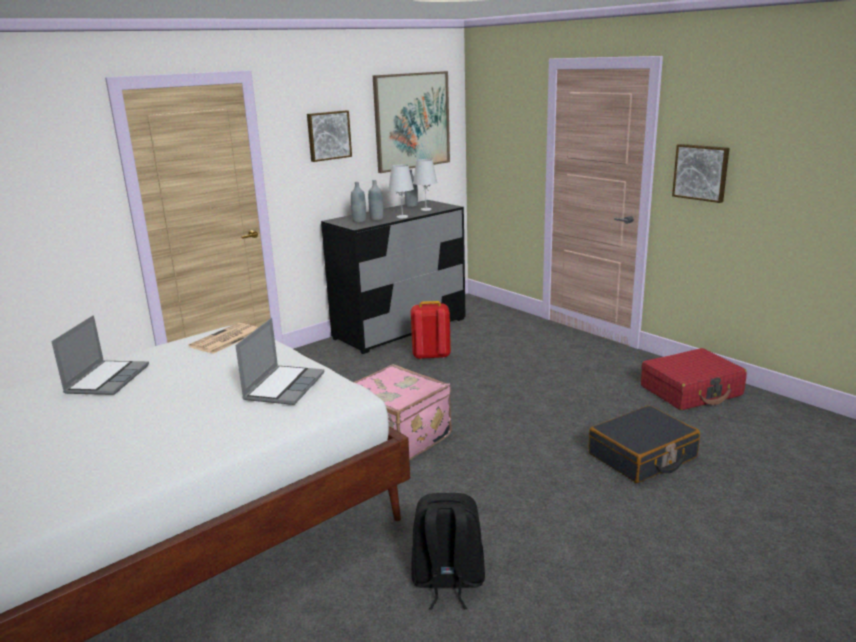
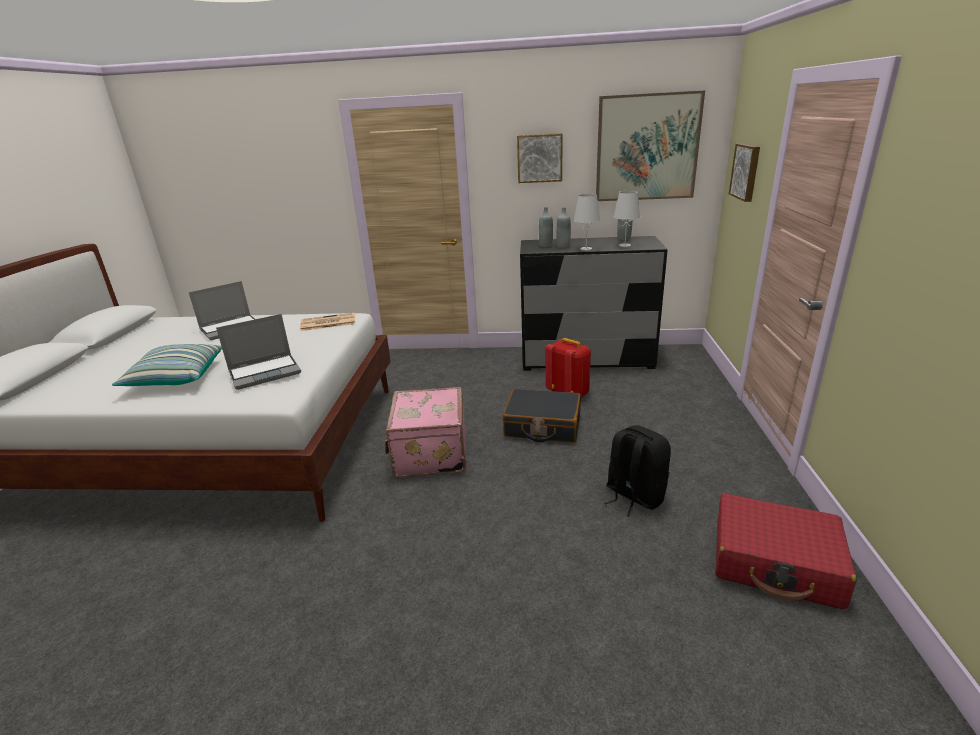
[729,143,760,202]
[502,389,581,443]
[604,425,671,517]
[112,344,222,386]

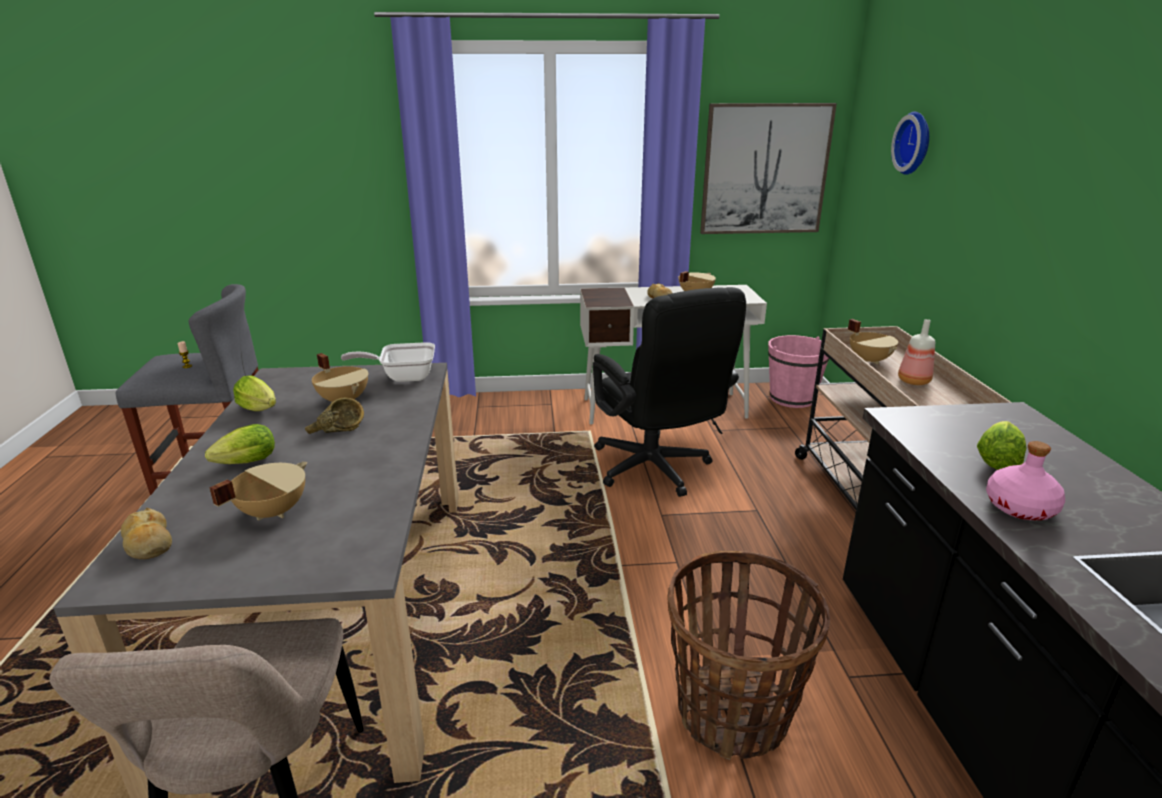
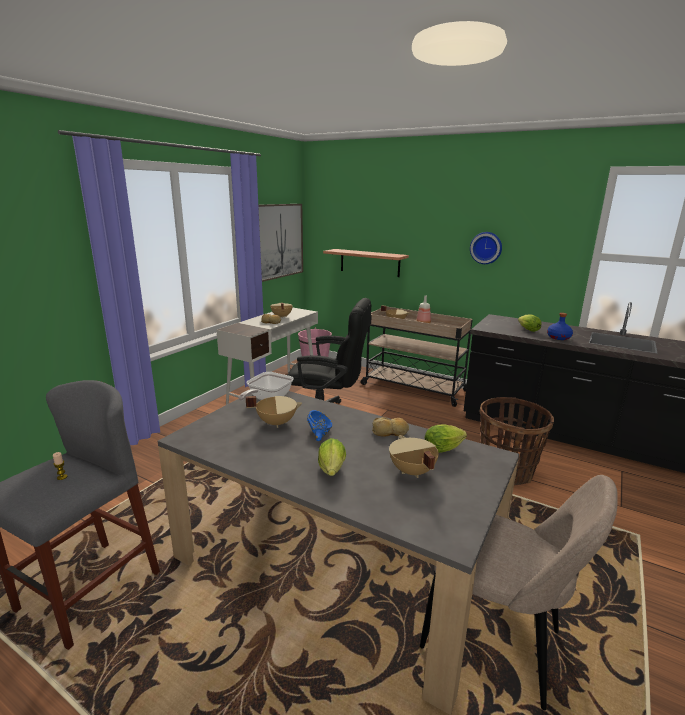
[470,232,502,264]
[425,424,467,453]
[307,410,332,441]
[547,313,573,340]
[372,417,409,437]
[323,249,409,277]

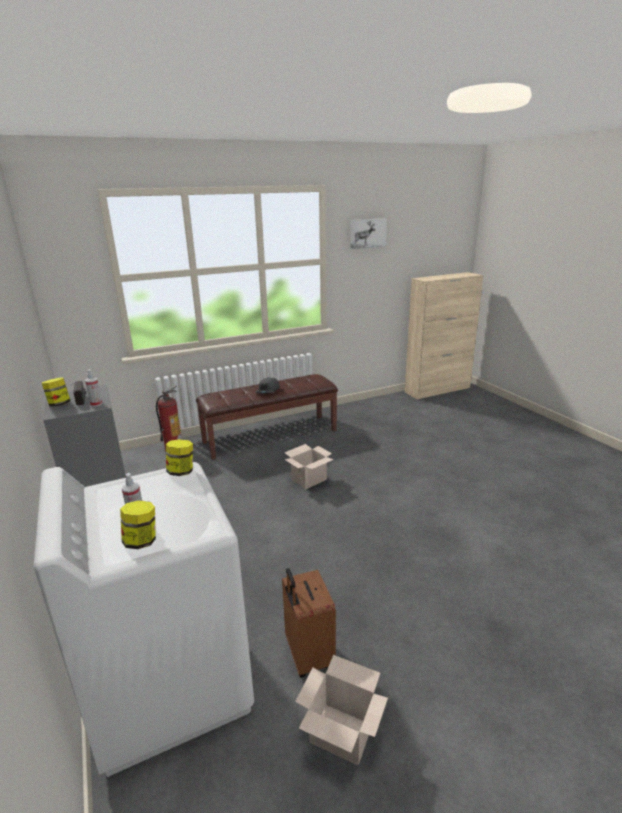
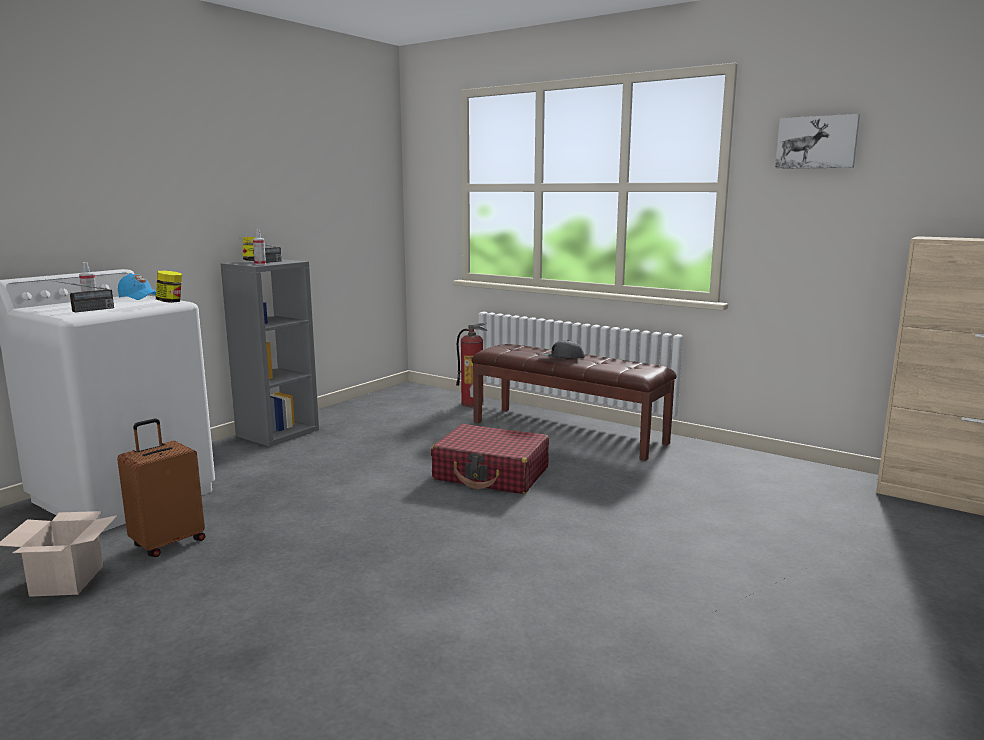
[431,424,549,494]
[120,500,156,549] (first image)
[118,273,156,300]
[48,280,114,312]

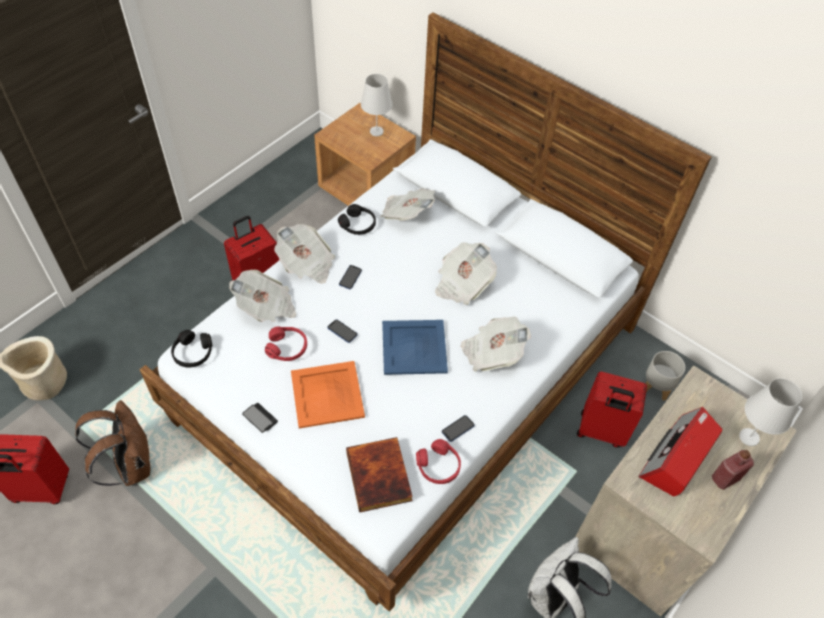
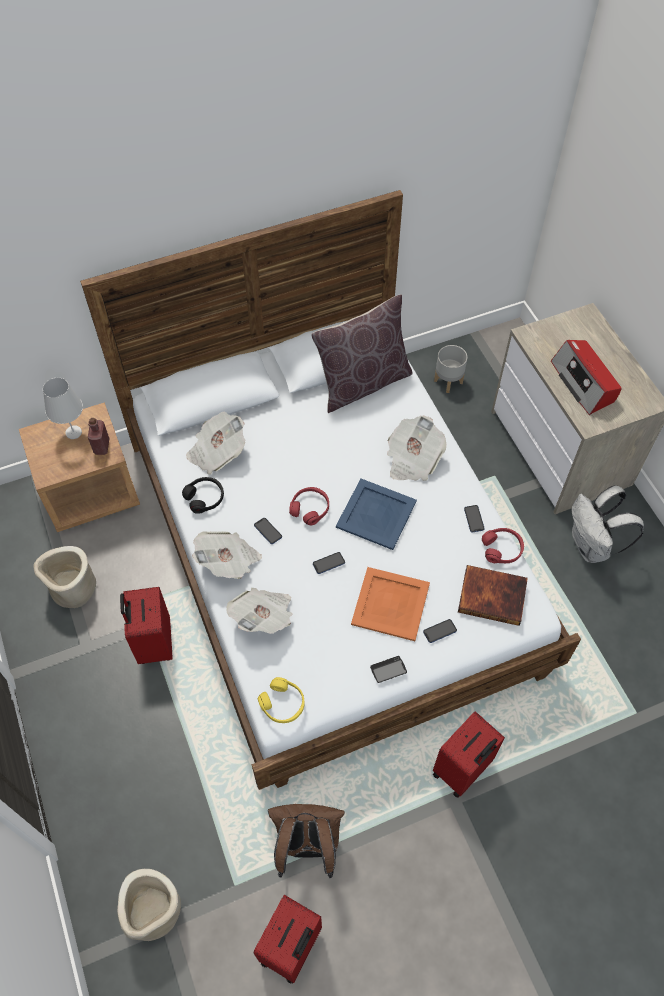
[435,242,497,305] (first image)
[289,487,329,525]
[258,677,305,723]
[433,711,505,798]
[739,378,802,446] (first image)
[88,418,110,455]
[311,294,413,413]
[33,546,96,608]
[423,619,457,643]

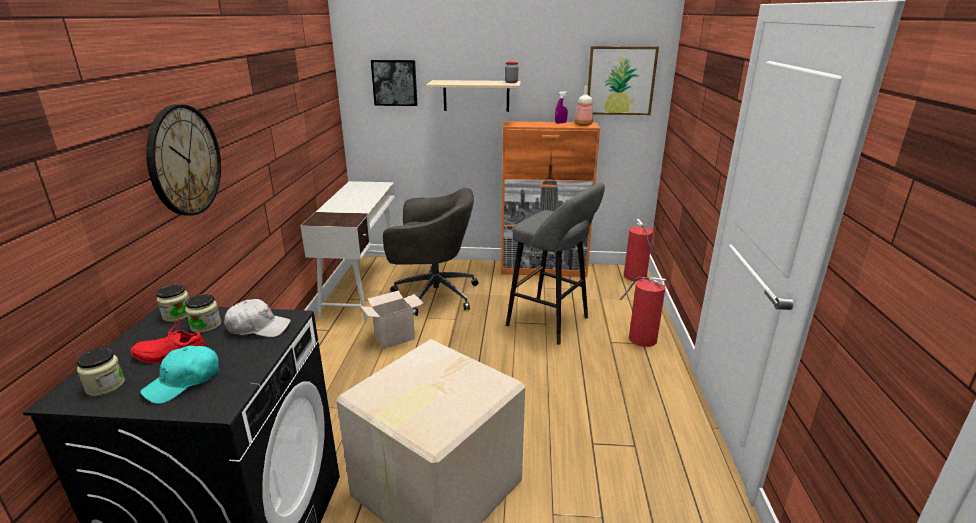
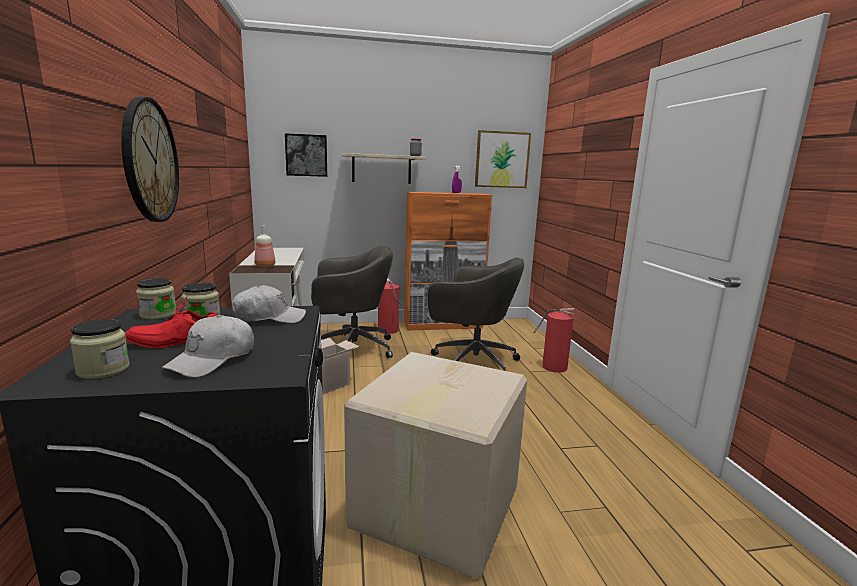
[254,225,275,267]
[428,257,524,371]
[378,278,403,334]
[162,315,254,378]

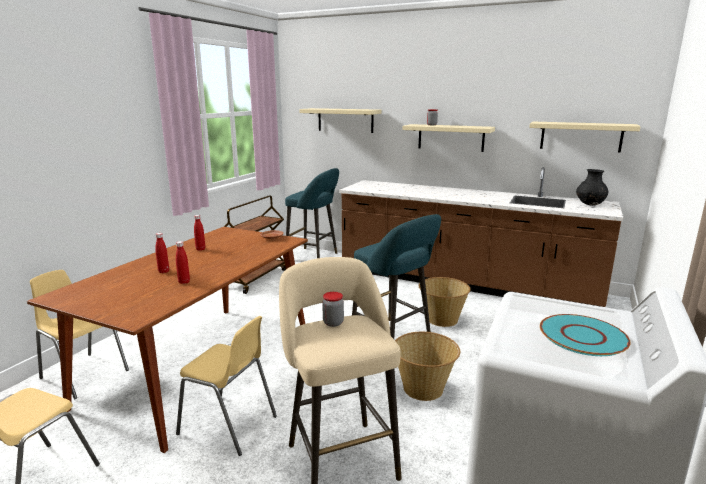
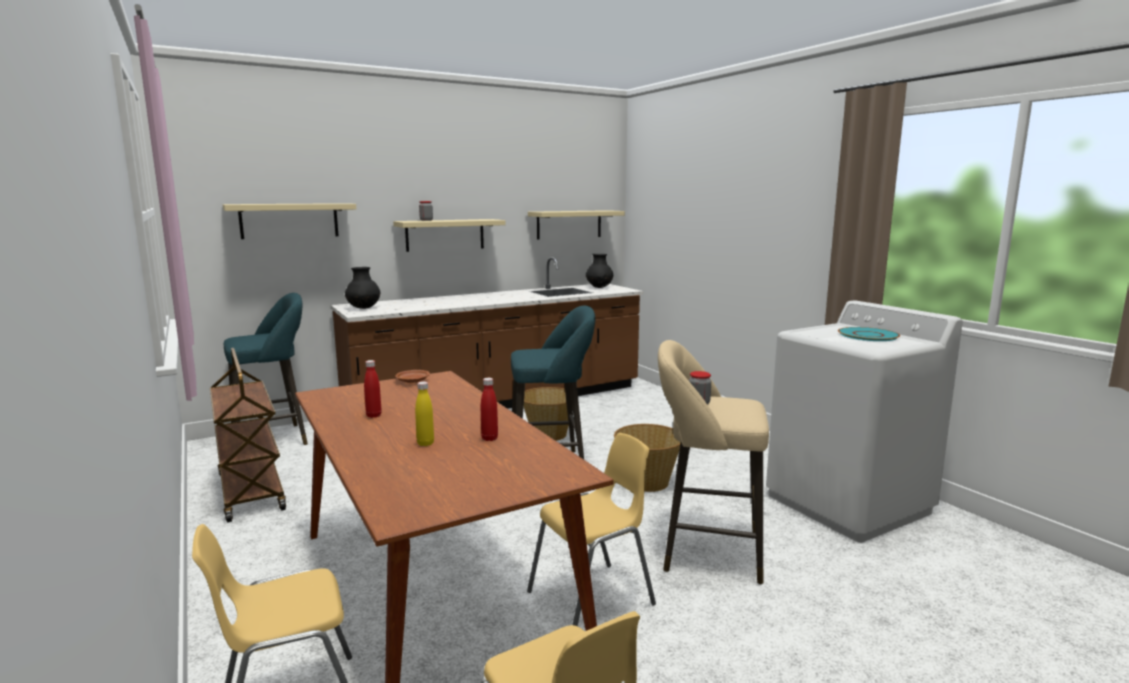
[415,381,434,446]
[345,267,380,309]

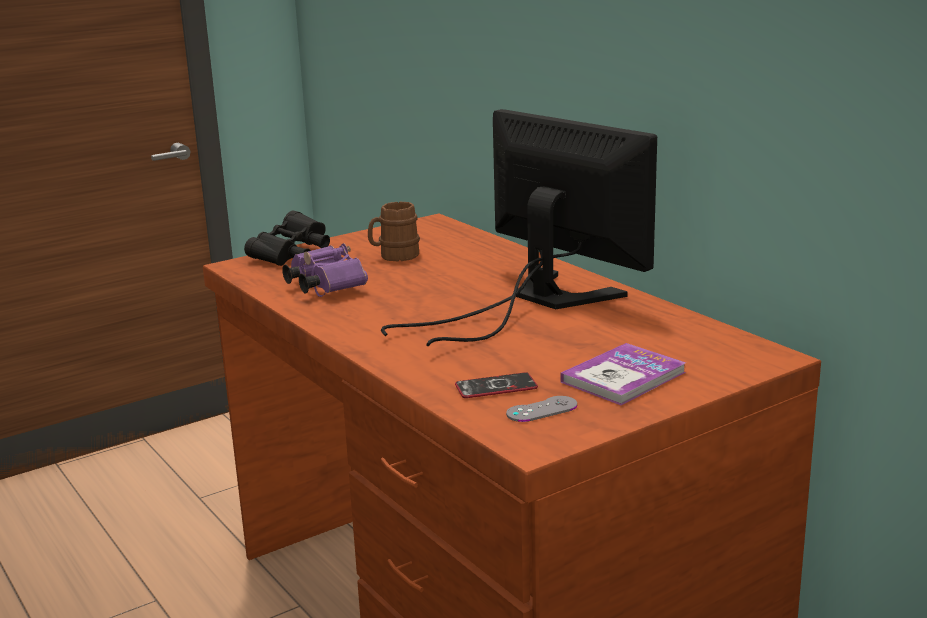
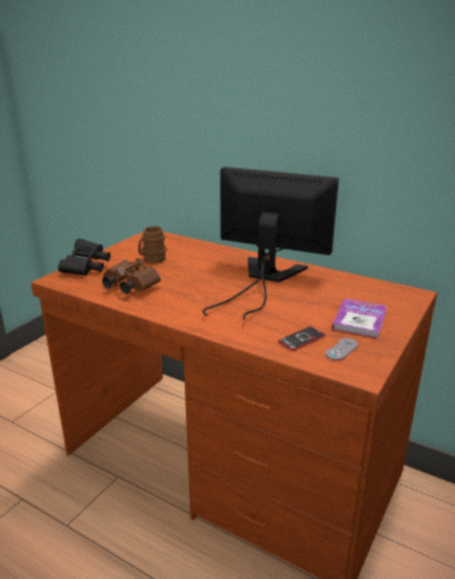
[102,258,161,294]

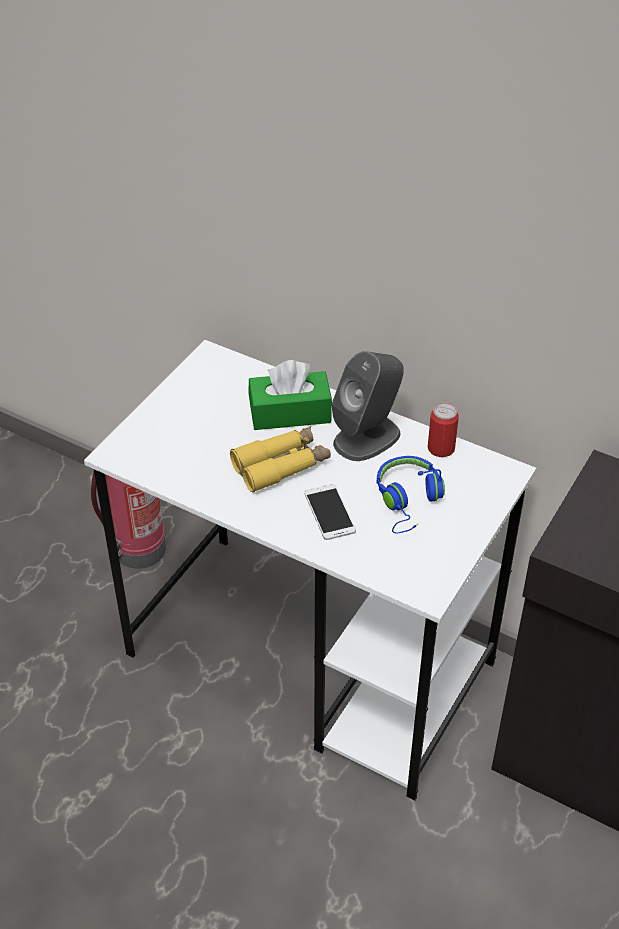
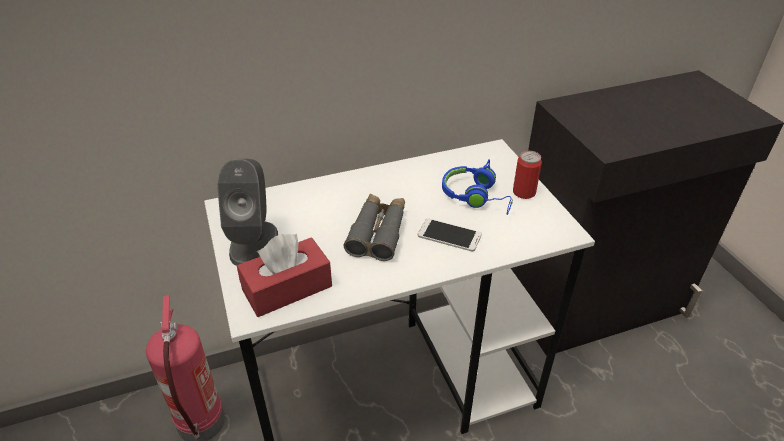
[217,159,278,266]
[249,360,332,430] (first image)
[513,151,542,199]
[344,194,405,261]
[237,234,332,317]

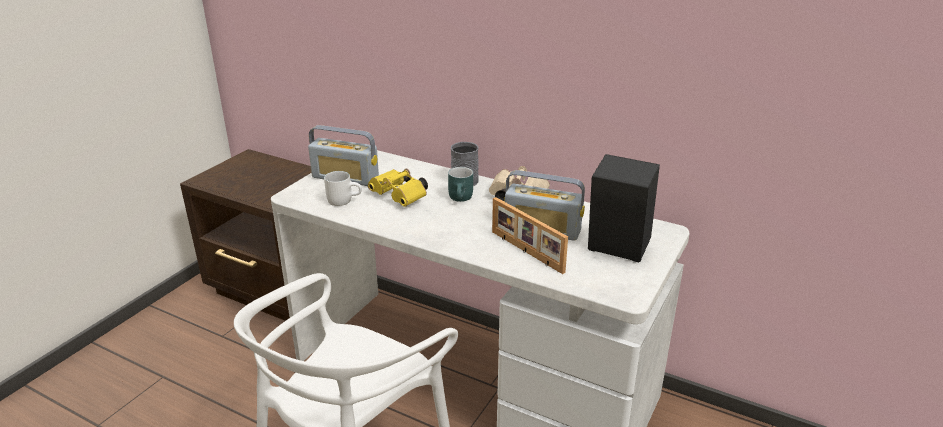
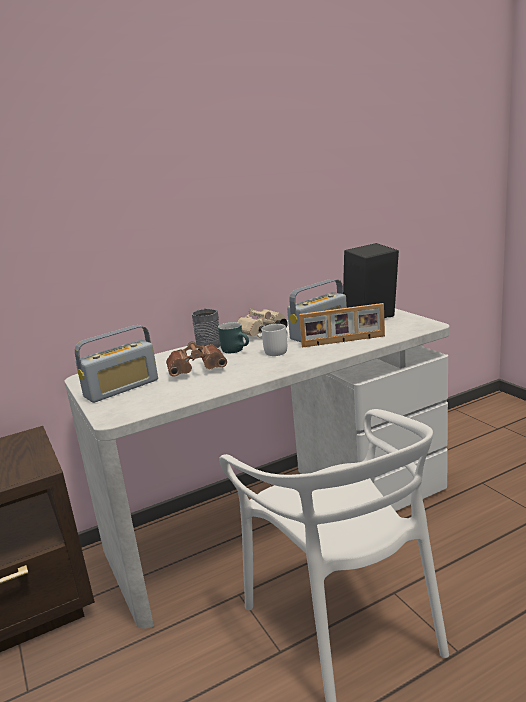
[166,341,227,377]
[261,324,288,356]

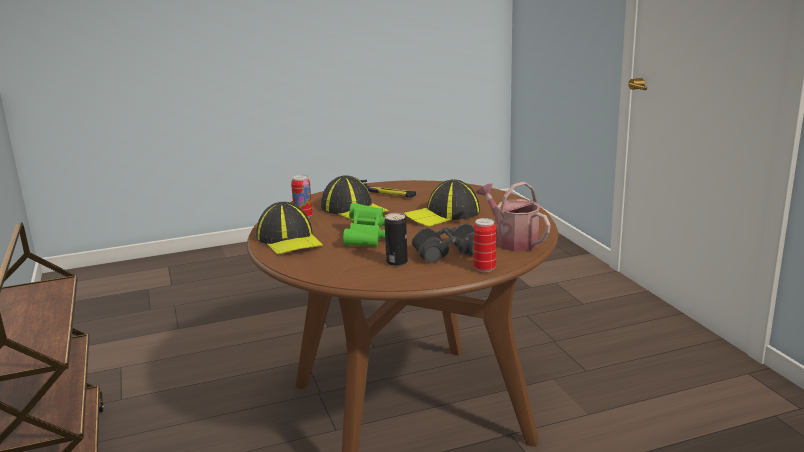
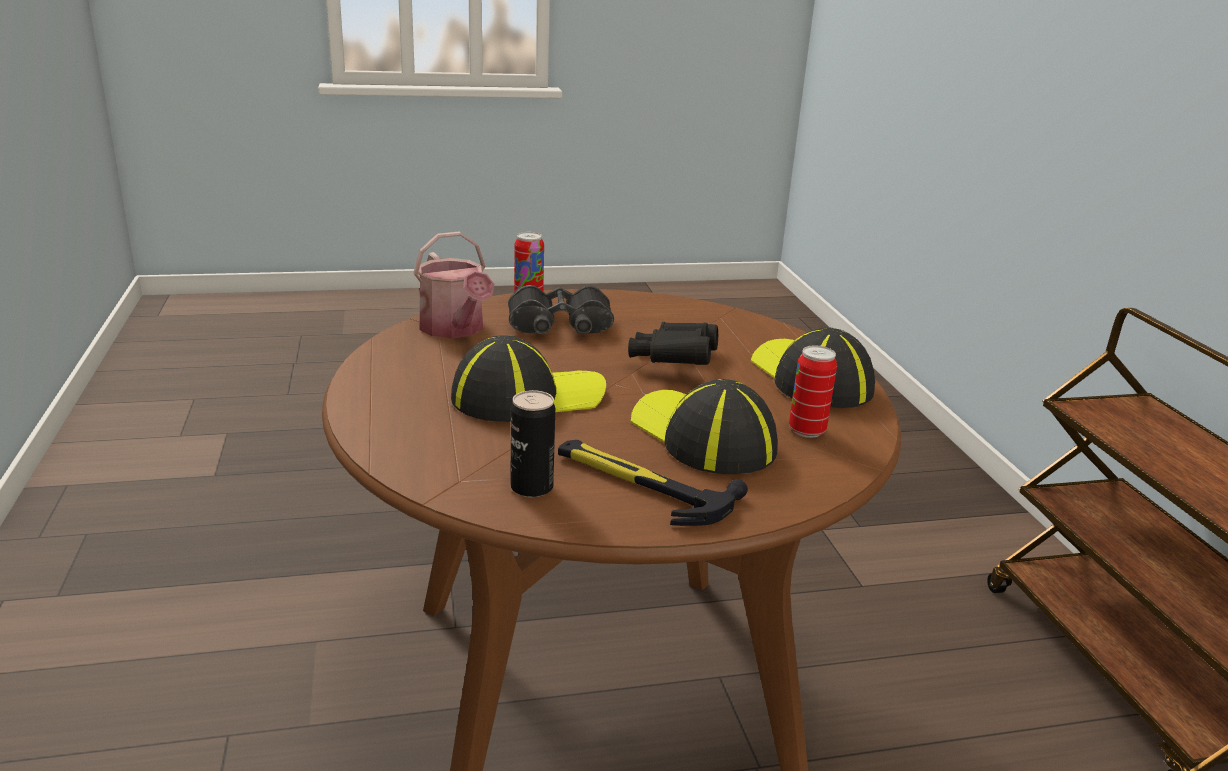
[628,322,718,365]
[511,390,555,498]

